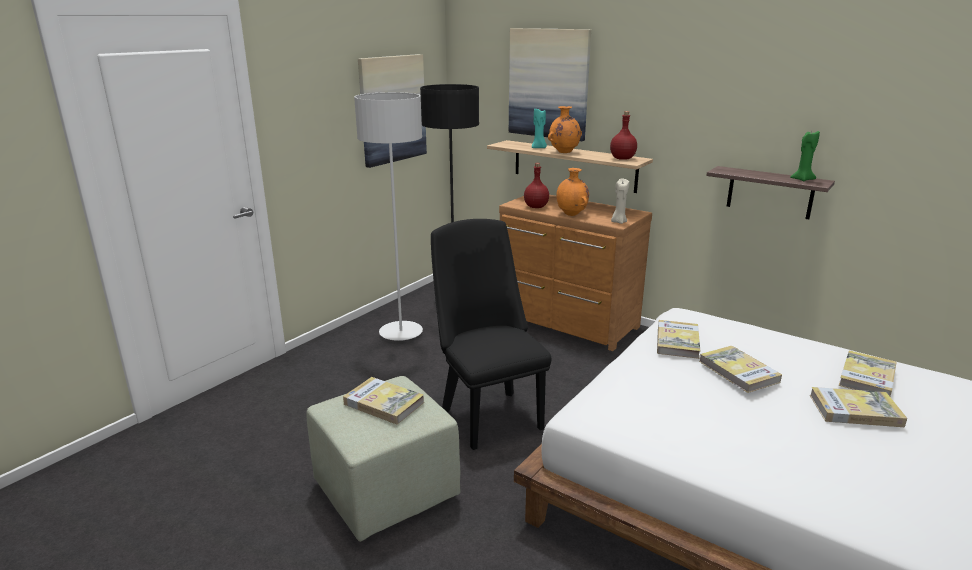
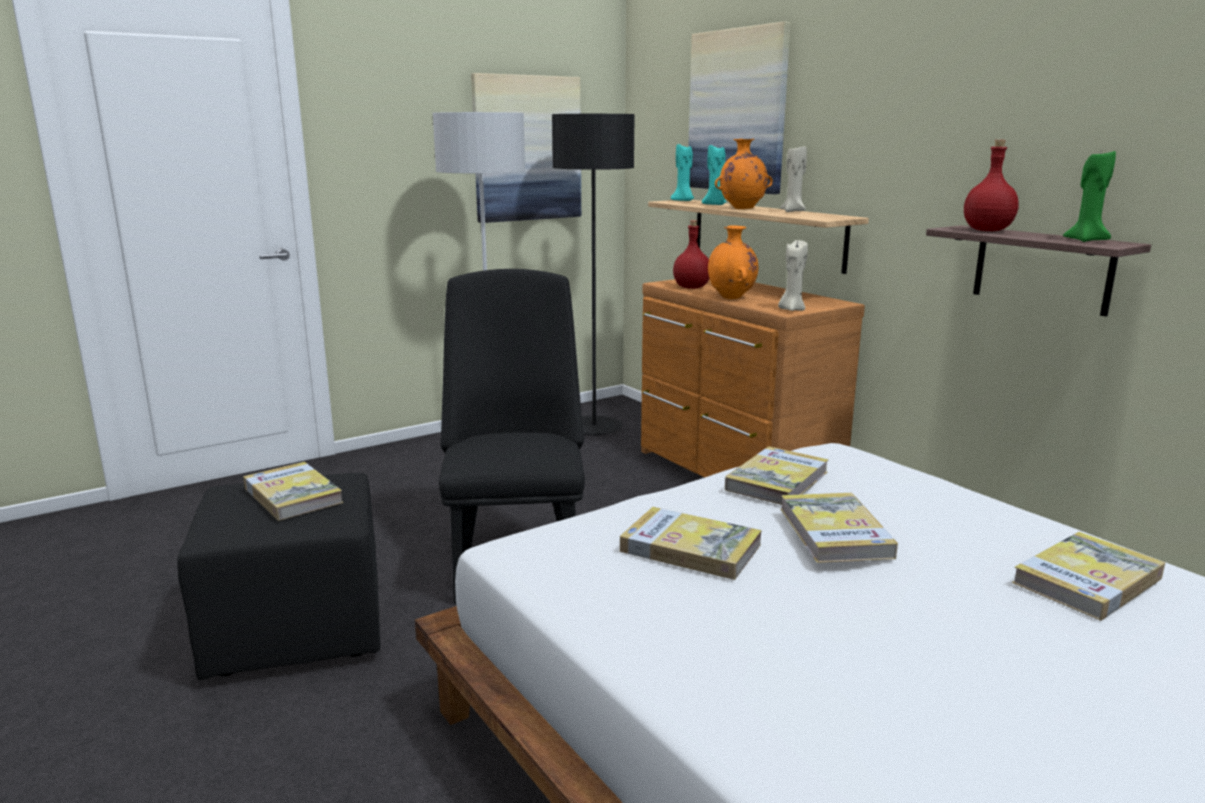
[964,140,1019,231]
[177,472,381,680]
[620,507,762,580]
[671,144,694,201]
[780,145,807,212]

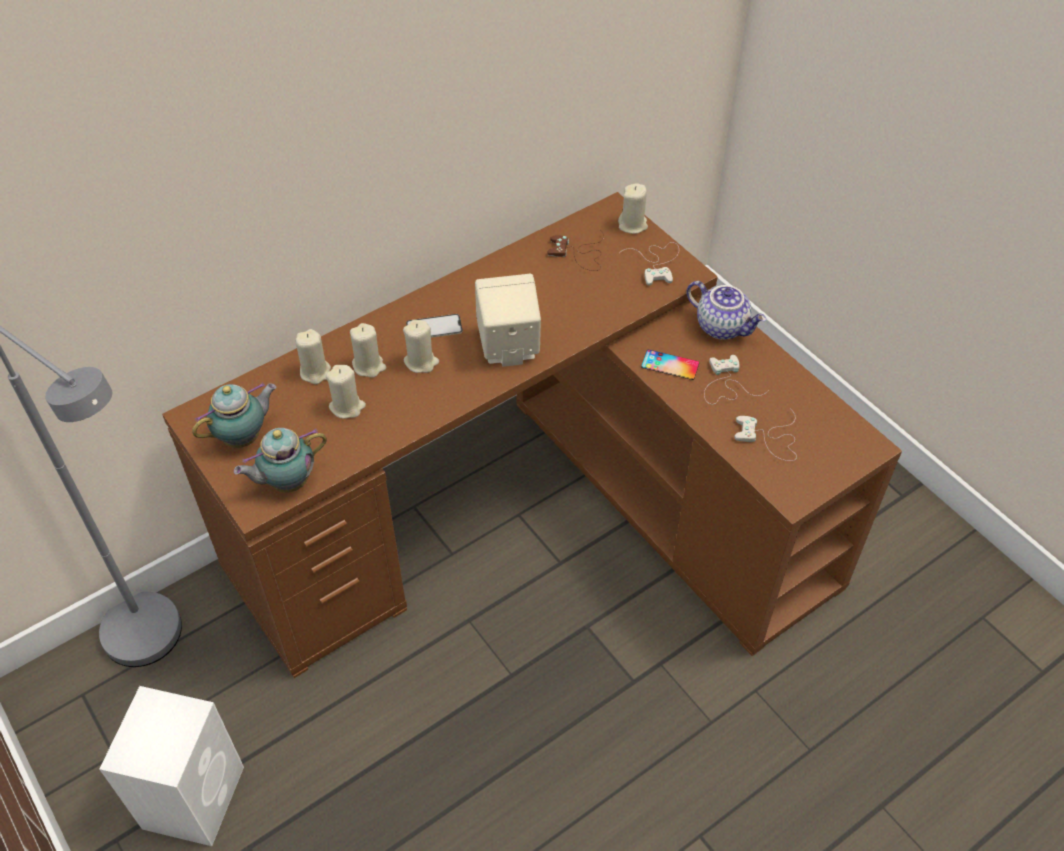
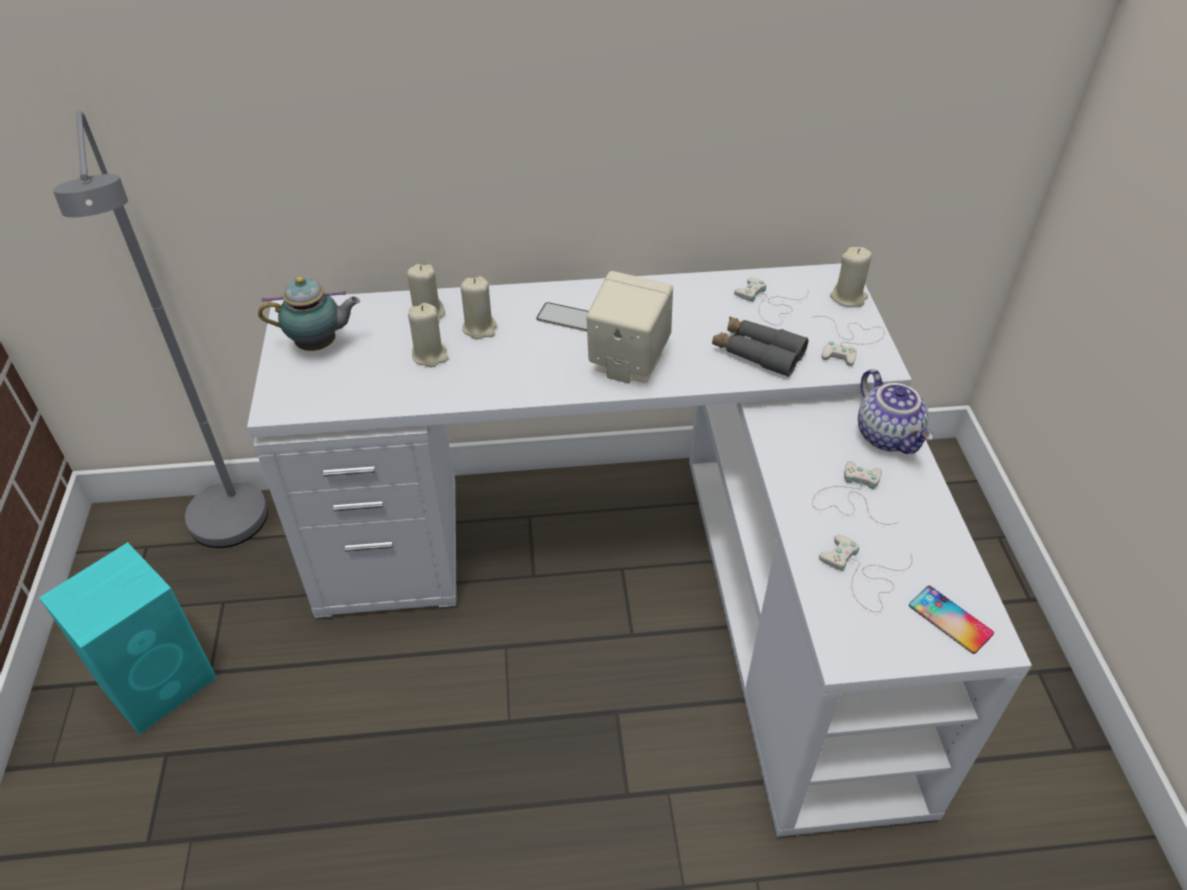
[247,263,1032,839]
[734,278,808,325]
[403,320,439,373] (first image)
[909,586,994,654]
[234,428,327,492] (first image)
[39,542,217,735]
[712,316,808,377]

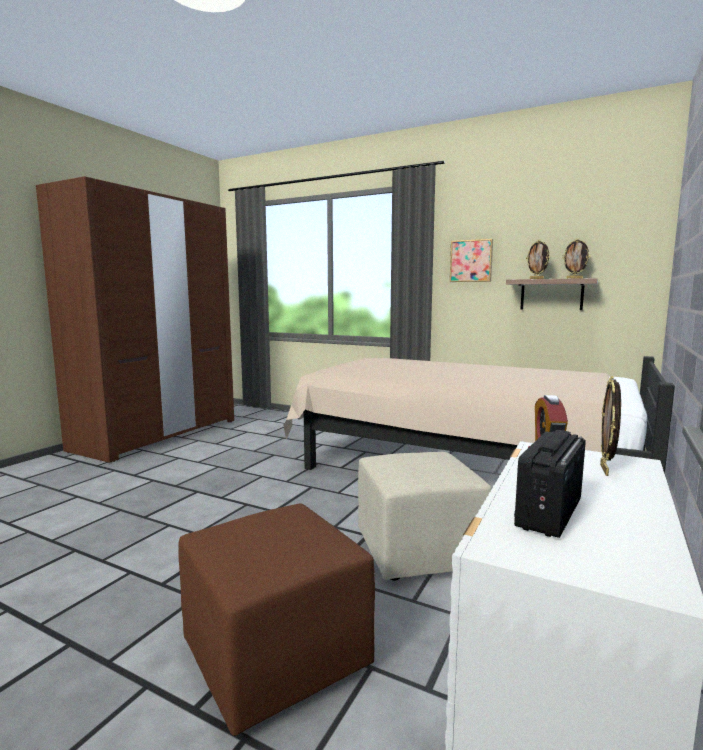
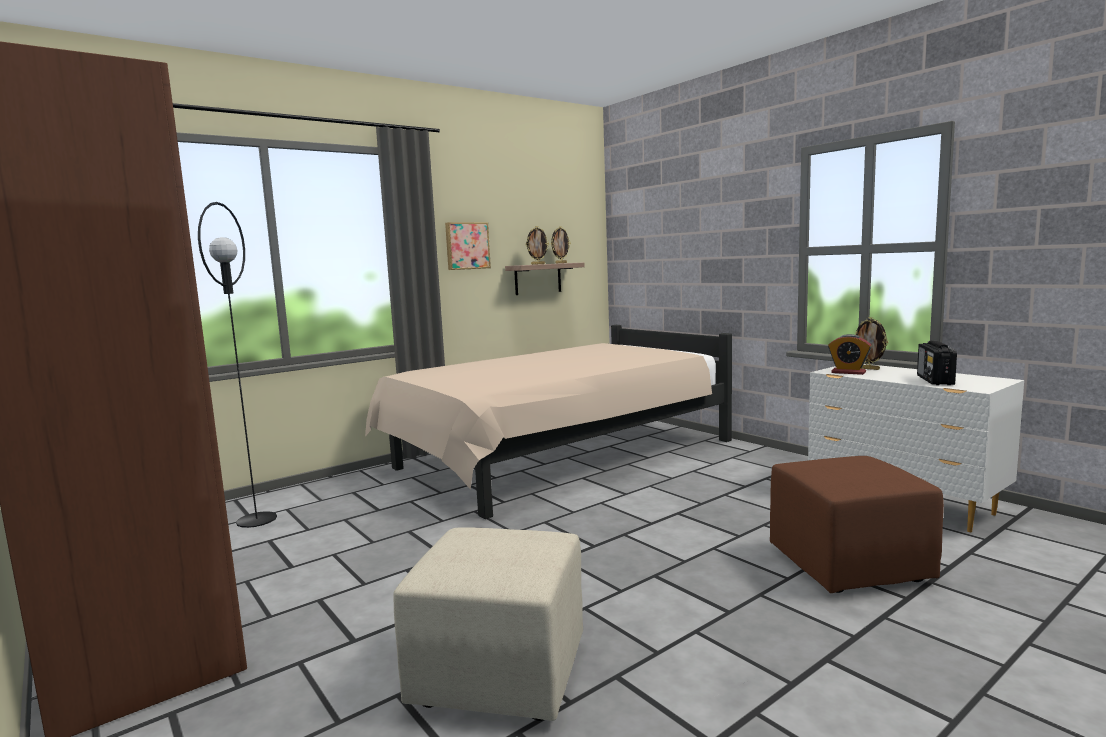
[917,340,957,385]
[394,527,583,721]
[198,202,277,528]

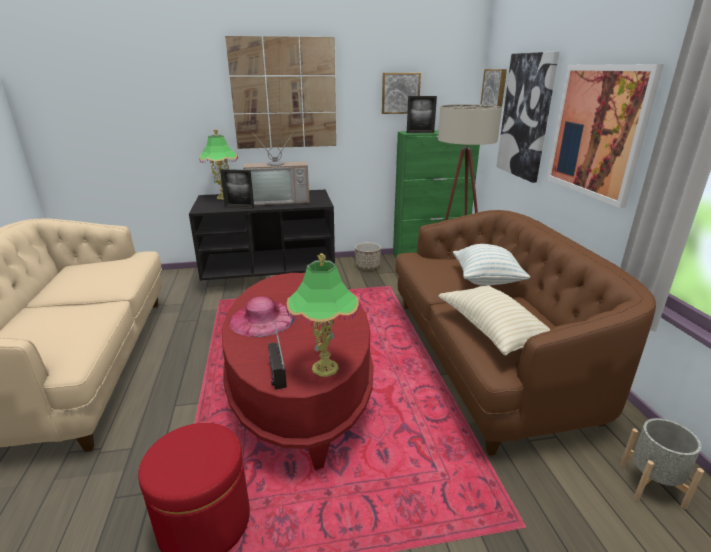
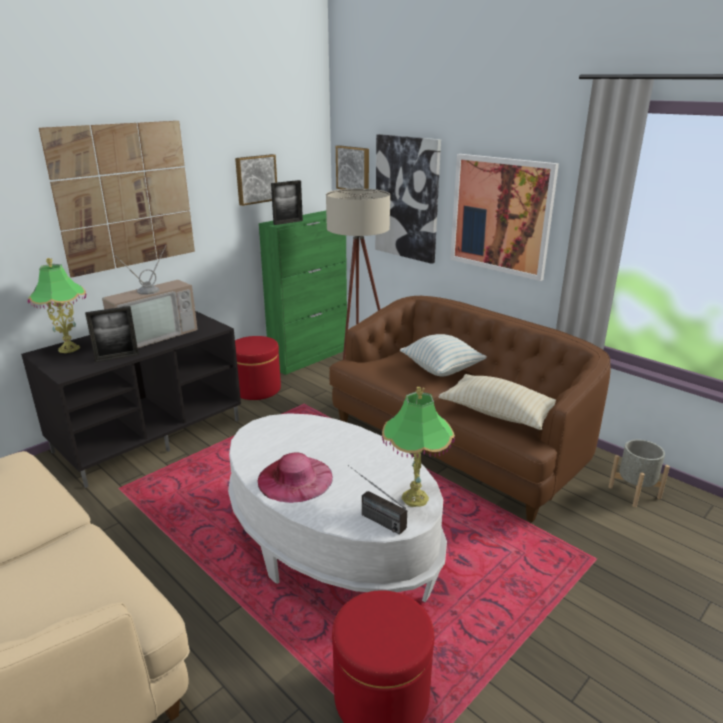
[235,336,281,400]
[228,413,447,602]

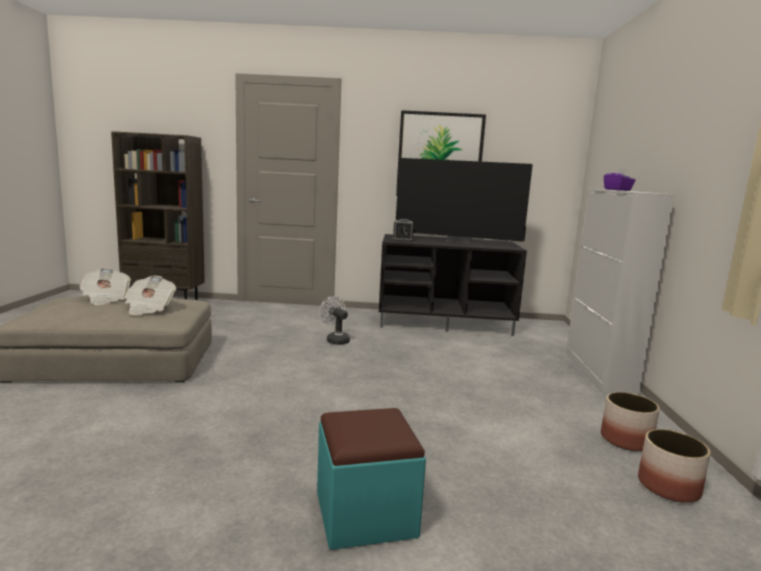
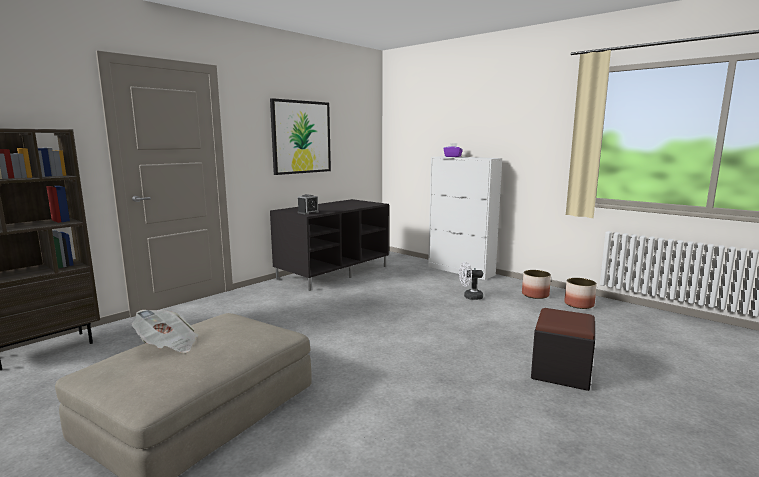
[396,158,533,244] (first image)
[124,276,176,315] (first image)
[459,262,483,300]
[531,308,595,391]

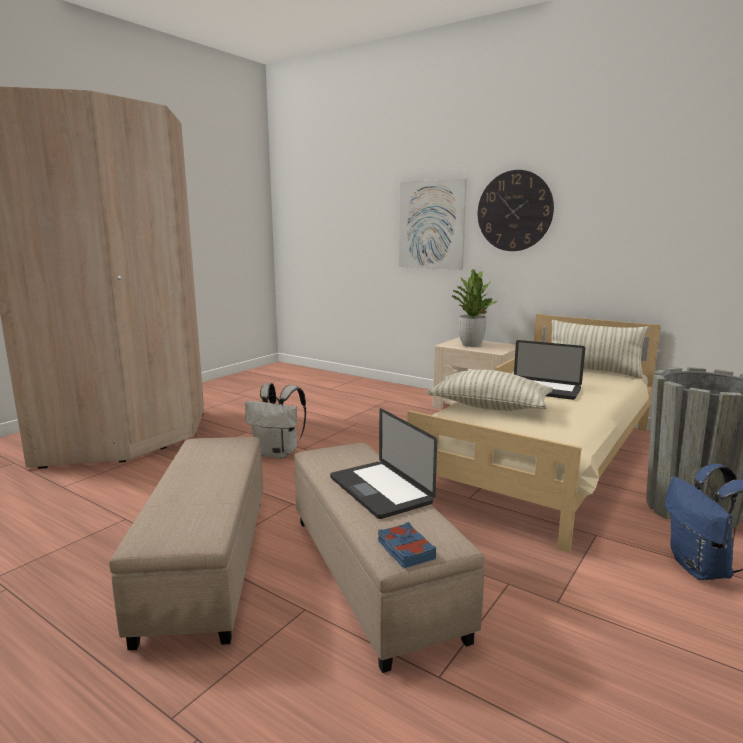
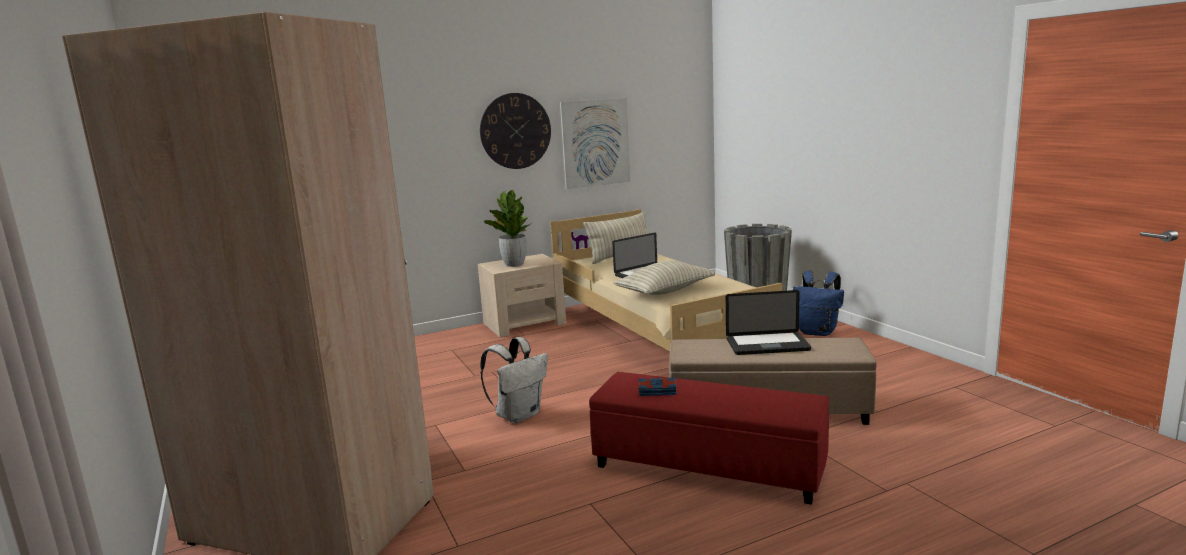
[560,98,630,189]
[589,372,829,505]
[639,377,676,396]

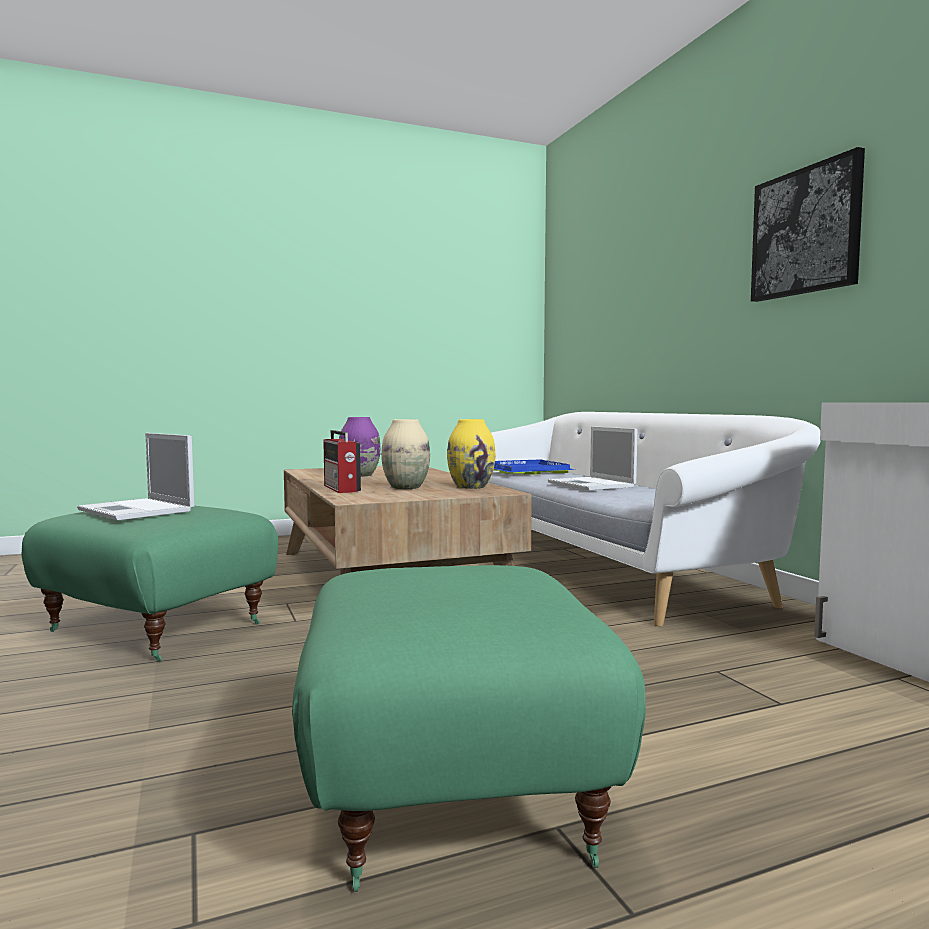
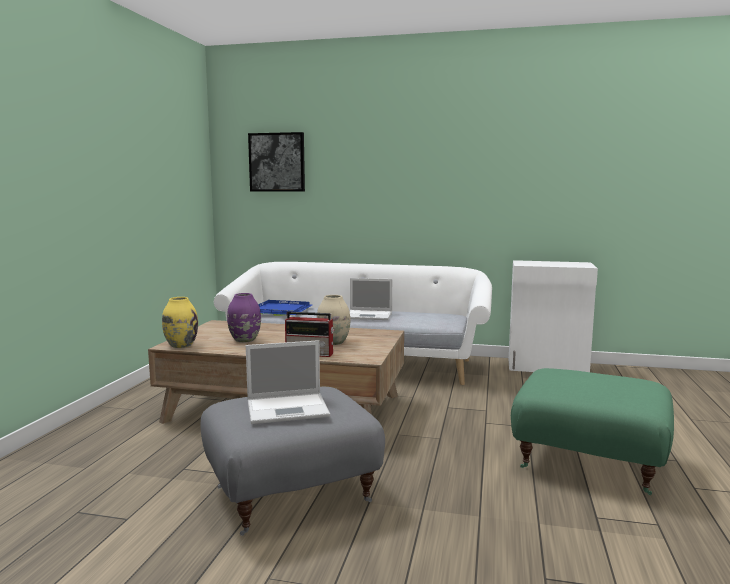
[248,132,305,191]
[162,297,198,348]
[200,387,385,536]

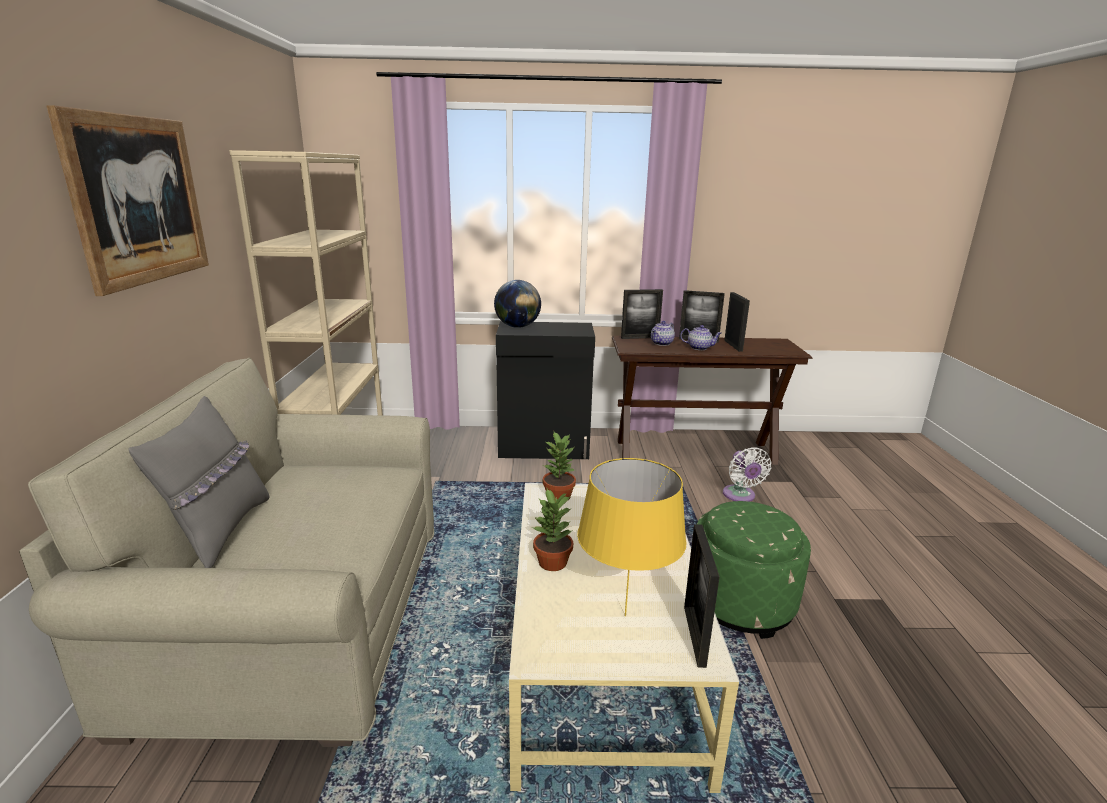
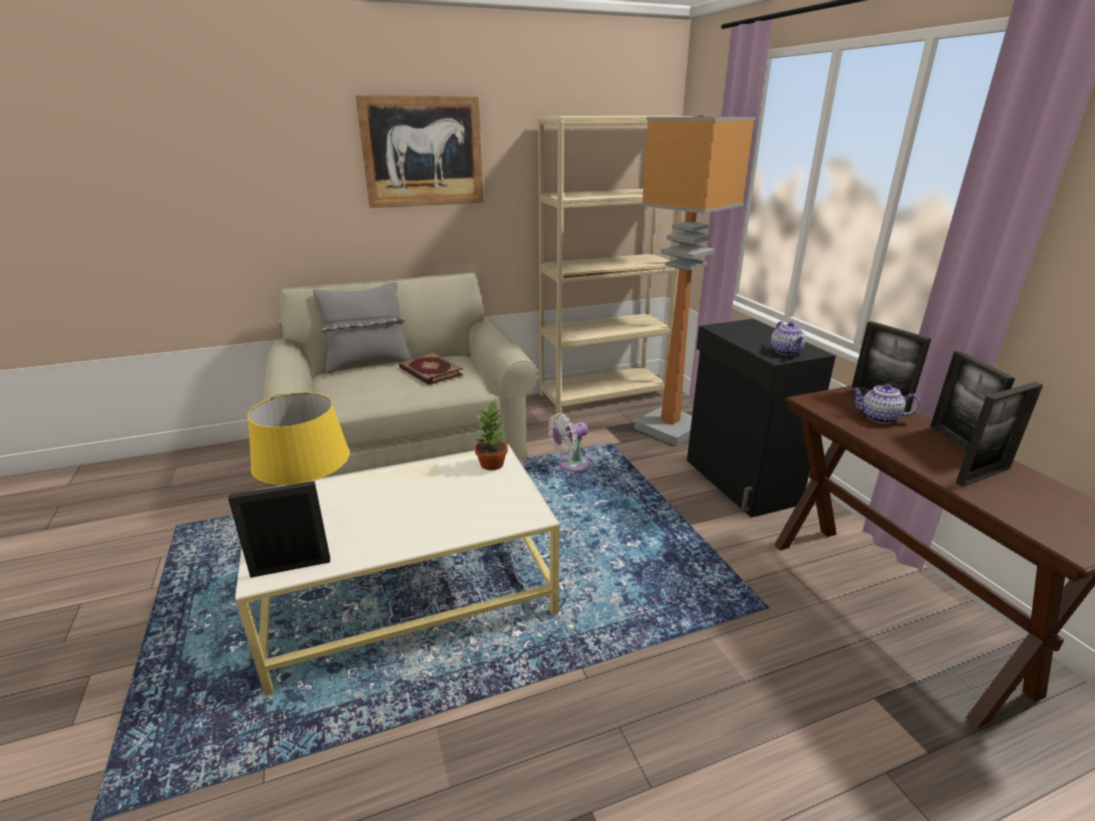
[494,280,541,328] (first image)
[771,321,806,356]
[548,413,590,472]
[532,489,573,571] (first image)
[697,501,811,639] (first image)
[634,115,756,446]
[399,353,463,385]

